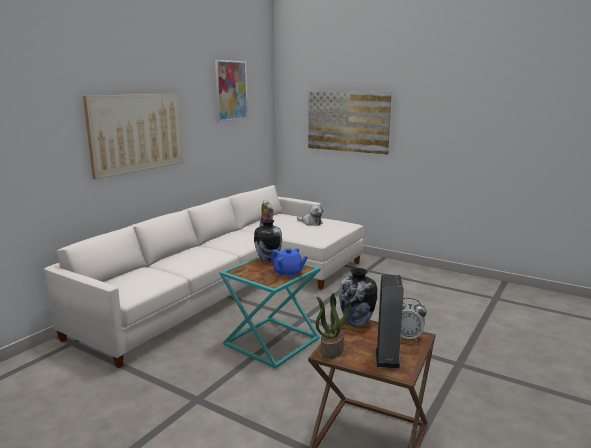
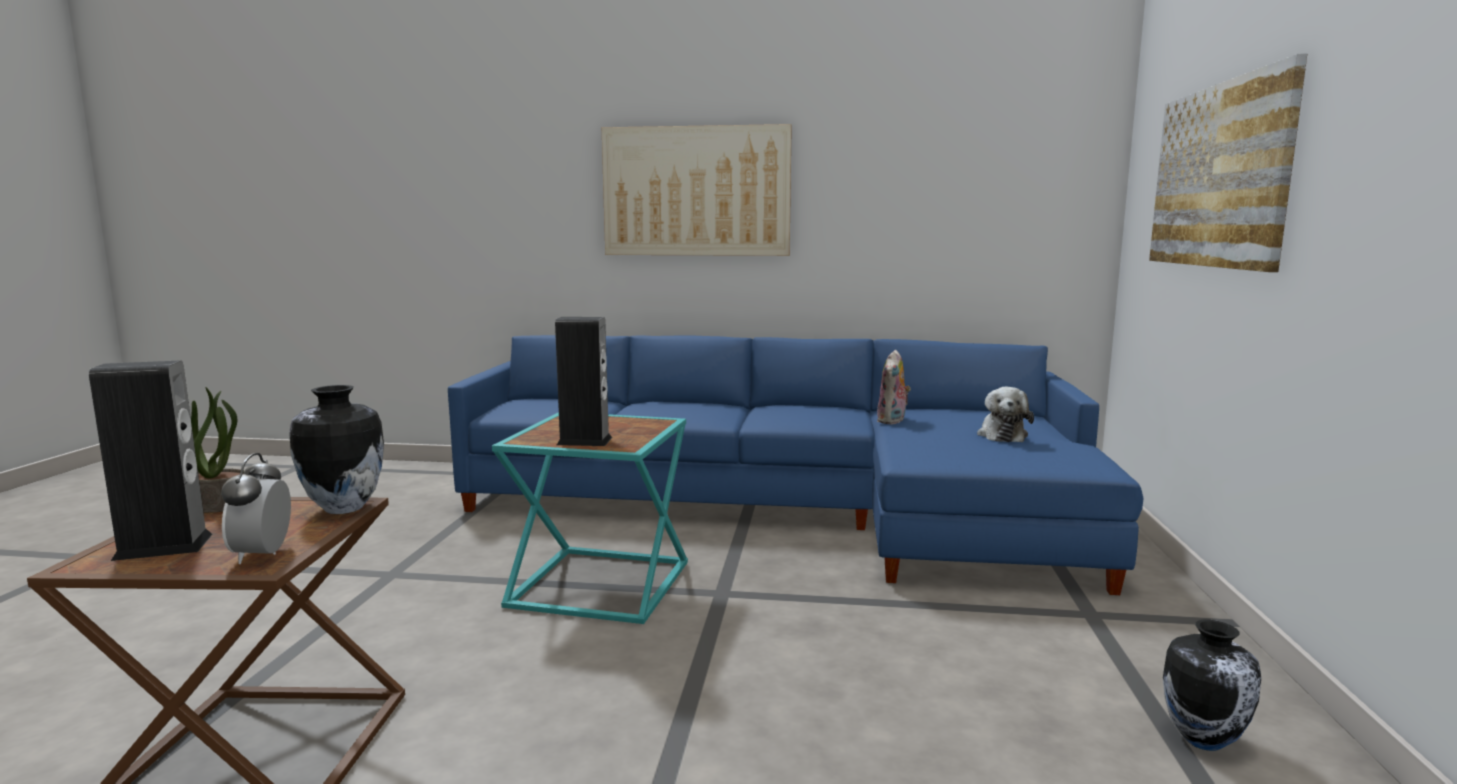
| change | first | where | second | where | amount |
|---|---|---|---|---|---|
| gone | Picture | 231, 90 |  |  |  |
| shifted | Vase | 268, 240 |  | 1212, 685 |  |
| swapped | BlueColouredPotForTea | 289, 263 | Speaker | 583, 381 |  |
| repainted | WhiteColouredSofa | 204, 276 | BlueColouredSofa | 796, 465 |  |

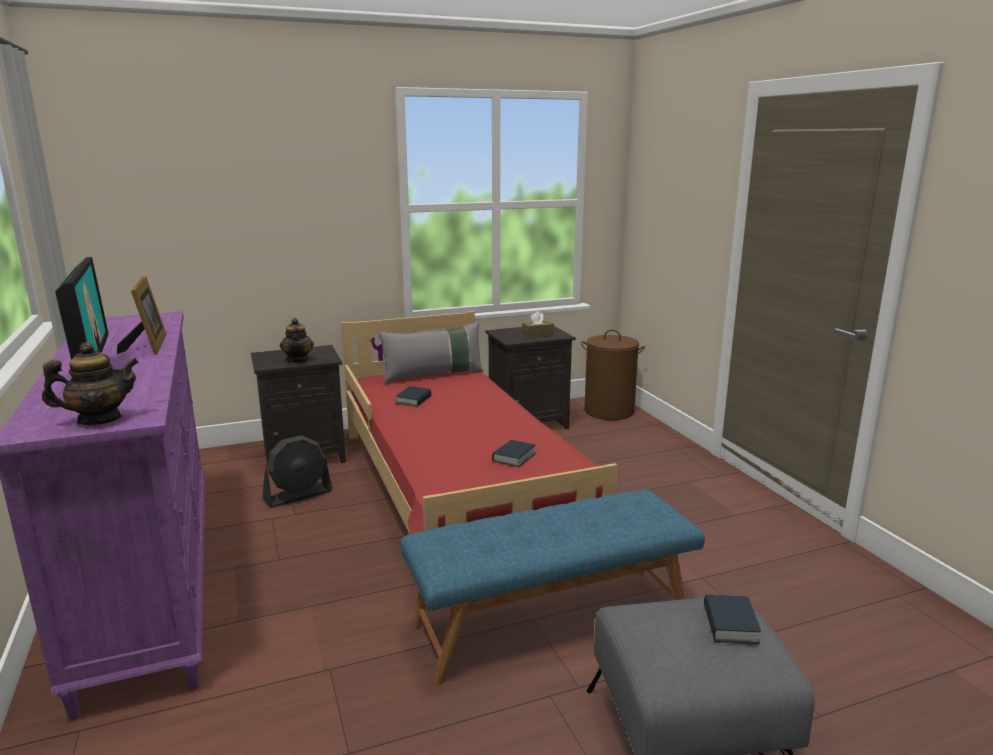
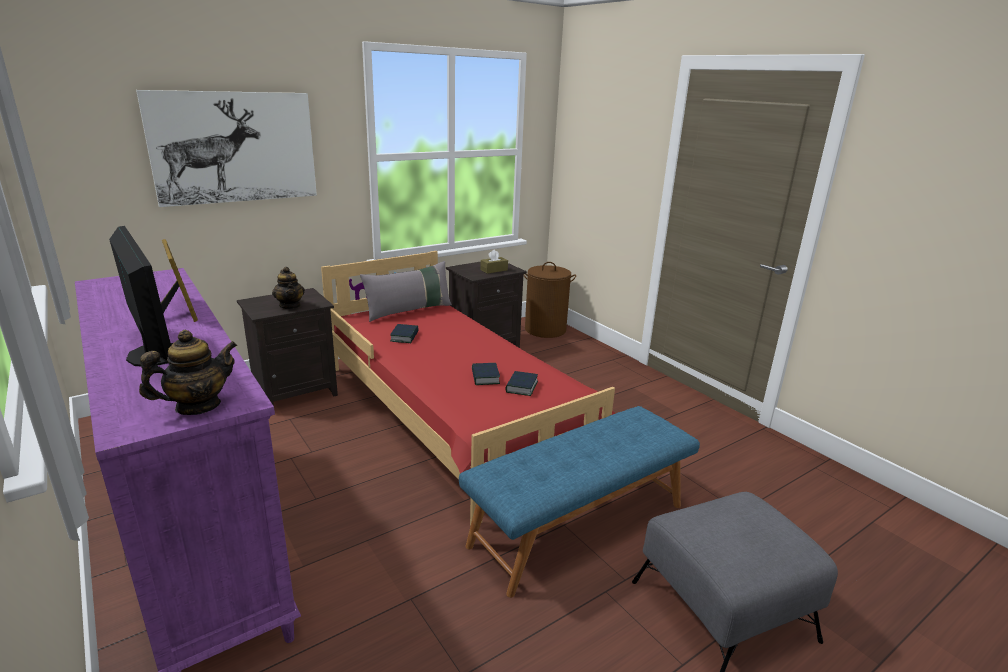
| change | first | where | second | where | amount |
|---|---|---|---|---|---|
| gone | BlackColouredCoolingFan | 297, 471 |  |  |  |
| new |  |  | Picture | 226, 148 |  |
| shifted | Book | 732, 619 |  | 486, 374 |  |

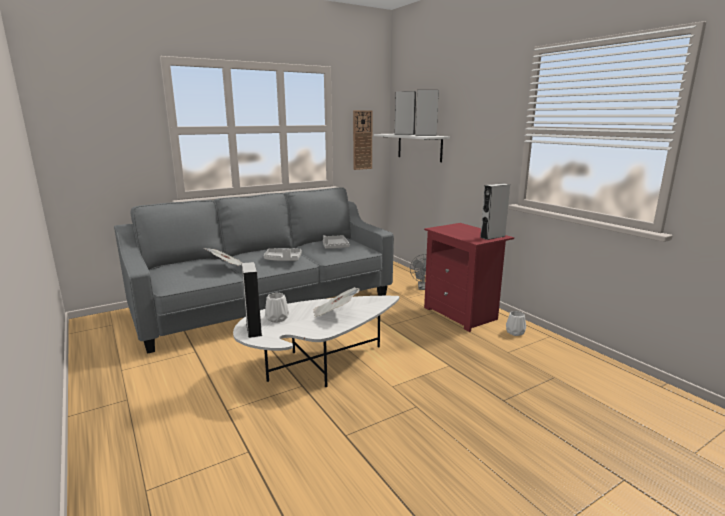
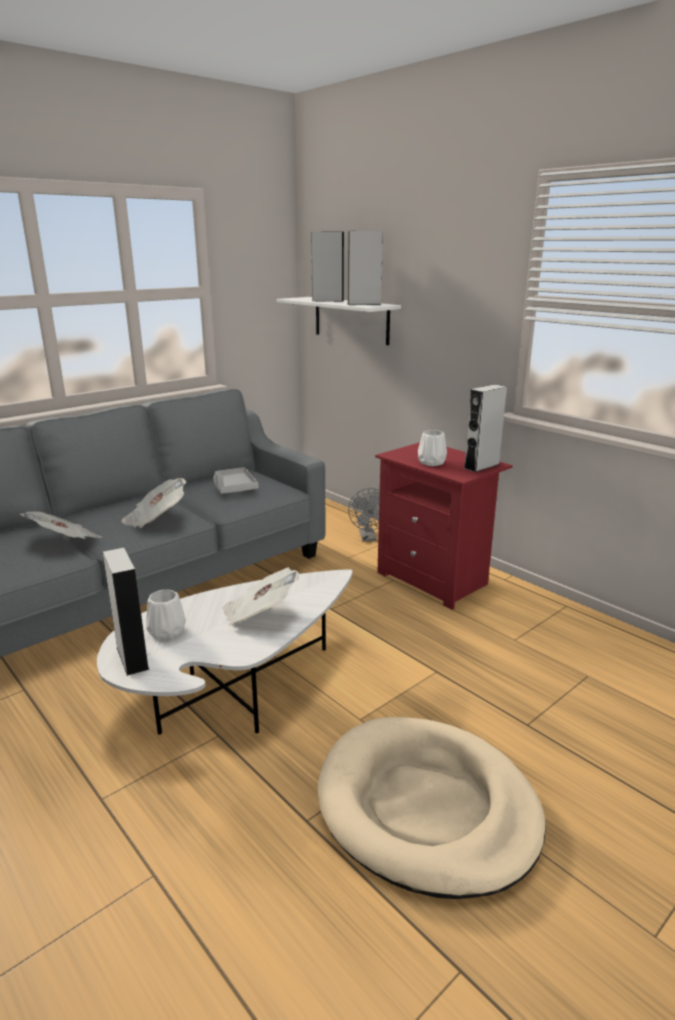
| change | first | where | second | where | amount |
|---|---|---|---|---|---|
| gone | WallClock | 363, 140 |  |  |  |
| new |  |  | BeigePetBed | 432, 808 |  |
| shifted | WhiteColouredVase | 516, 323 |  | 432, 448 |  |
| swapped | GreyishTray | 283, 254 | DailyPaper | 153, 503 |  |

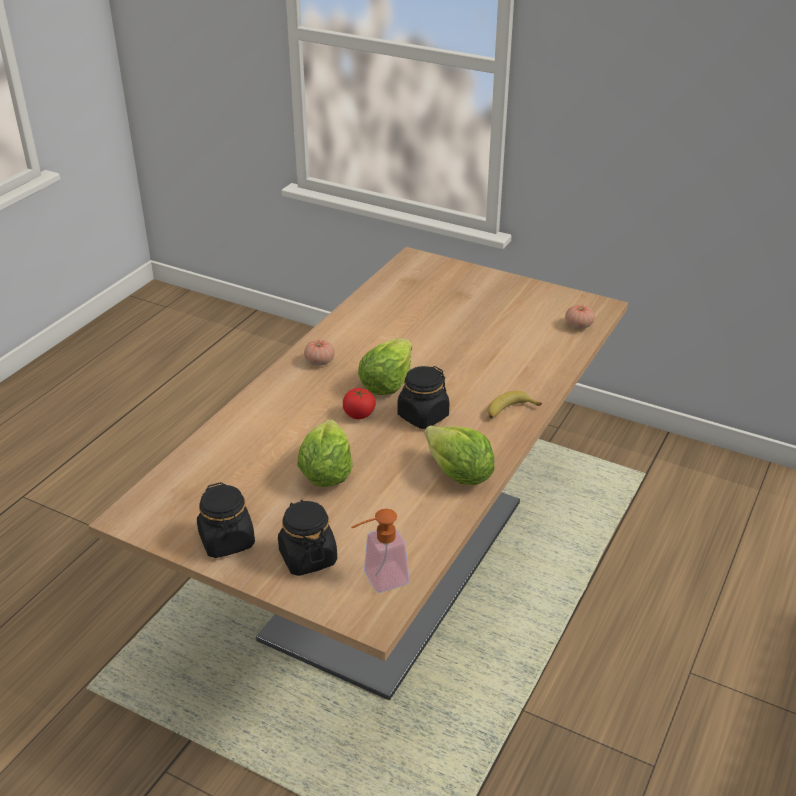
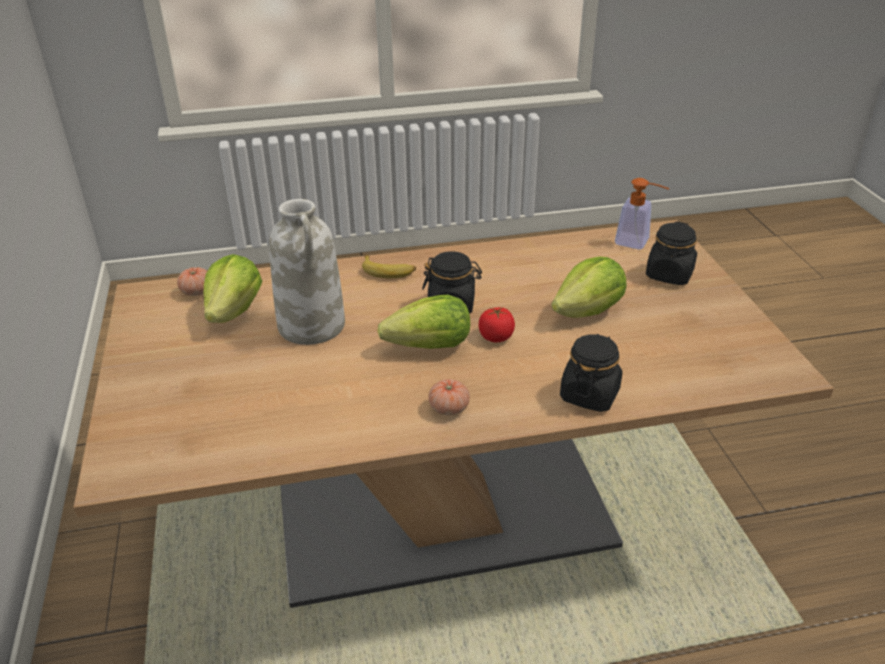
| change | first | where | second | where | amount |
|---|---|---|---|---|---|
| new |  |  | WhiteColouredVase | 307, 272 |  |
| shifted | BlackColouredStorageJar | 226, 520 |  | 591, 373 |  |
| shifted | LettuceHead | 460, 455 |  | 233, 288 |  |

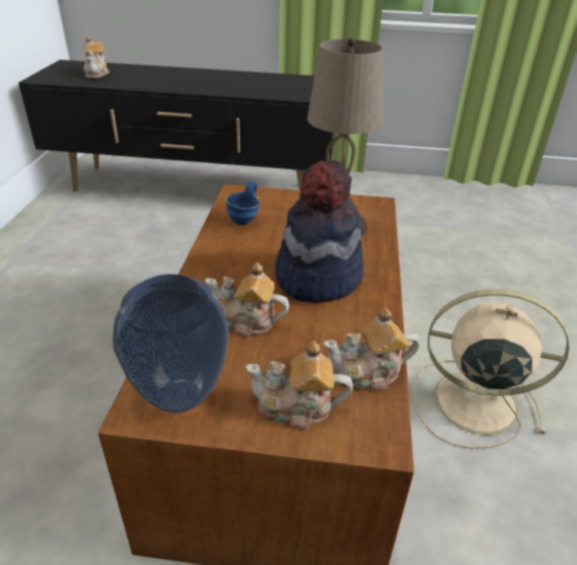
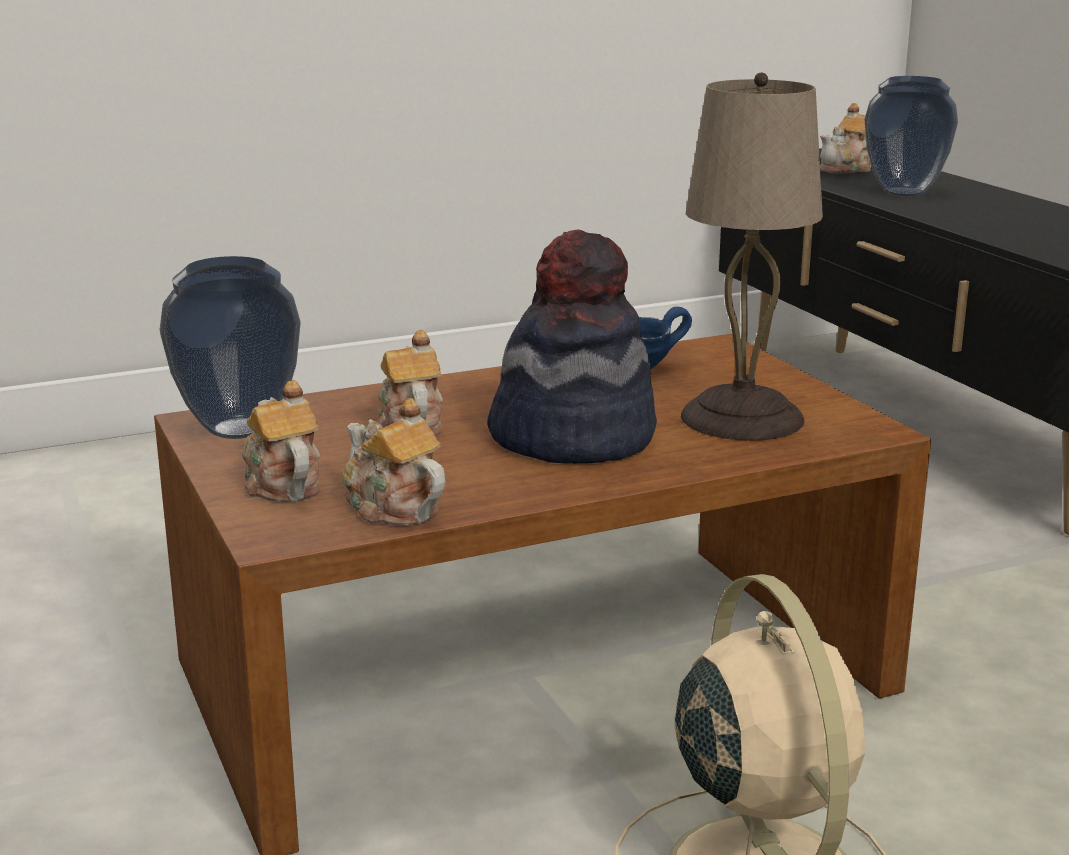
| change | first | where | second | where | amount |
|---|---|---|---|---|---|
| new |  |  | Vase | 911, 136 |  |

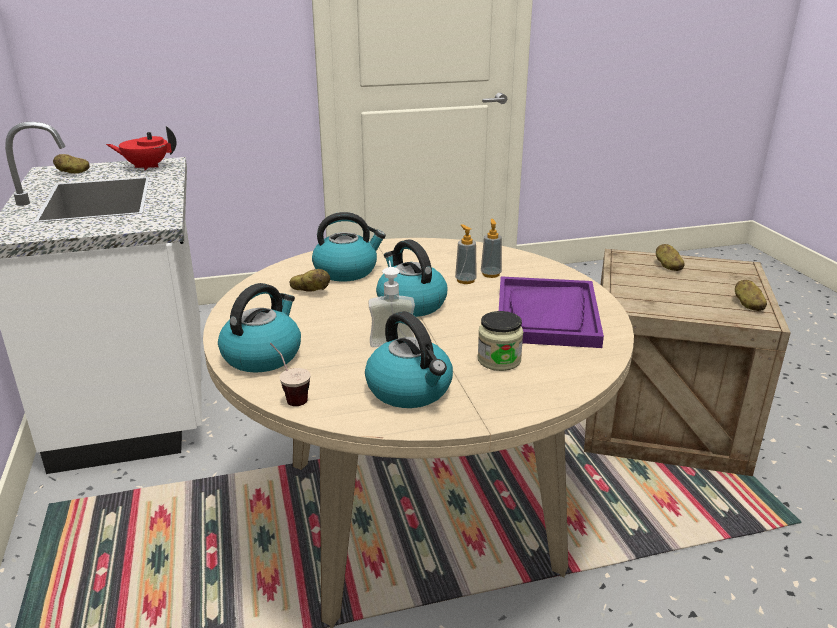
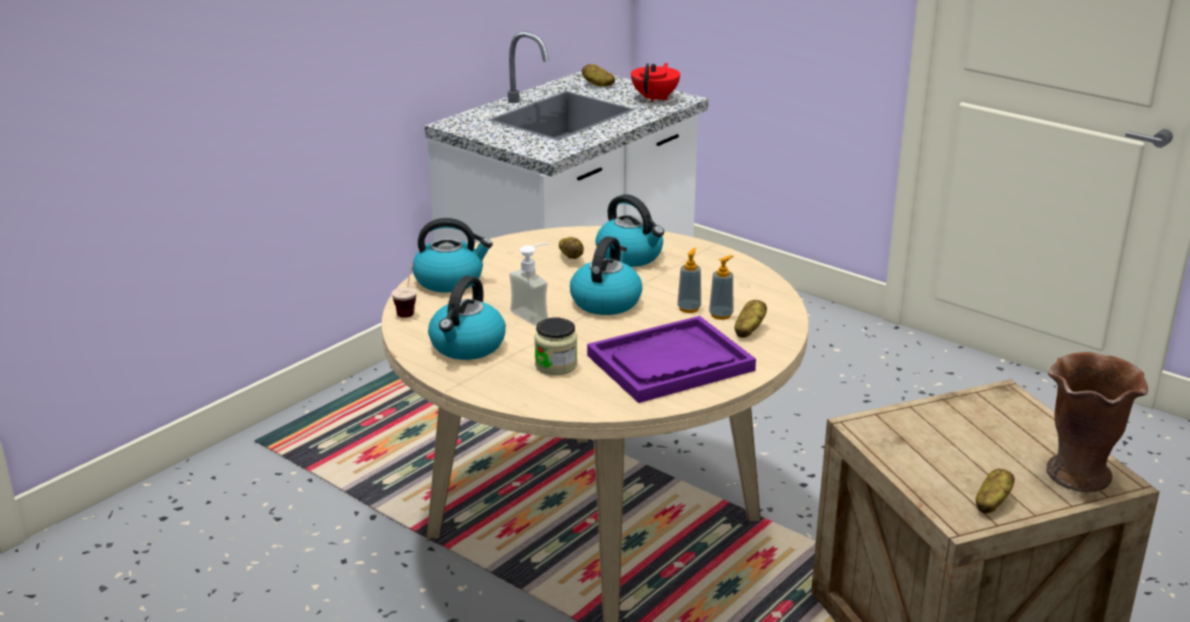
| change | first | where | second | where | amount |
|---|---|---|---|---|---|
| new |  |  | BrownishVase | 1097, 422 |  |
| shifted | WholePotato | 670, 257 |  | 750, 319 |  |
| rotated | RedPotForTea | 141, 148 |  | 655, 82 | 60 degrees clockwise |

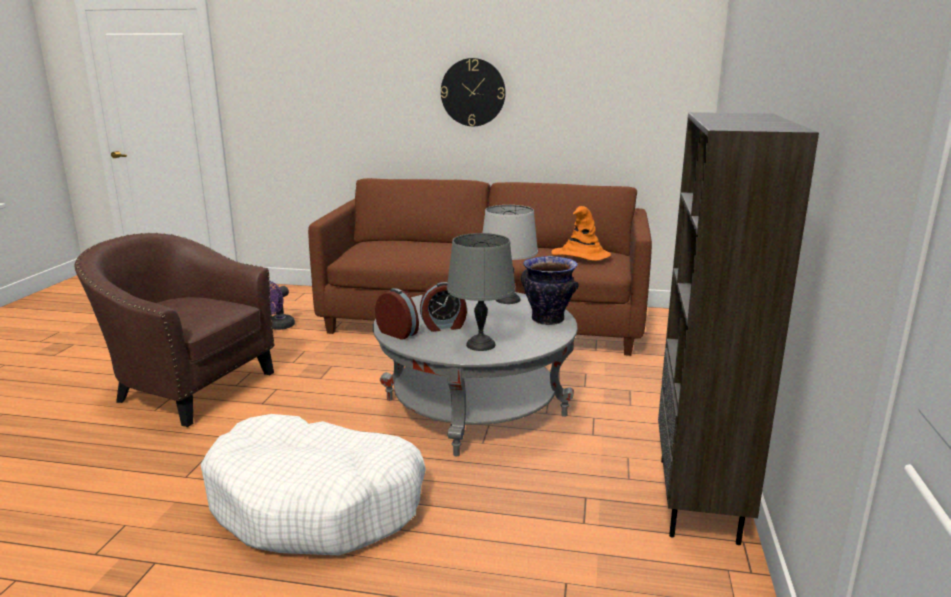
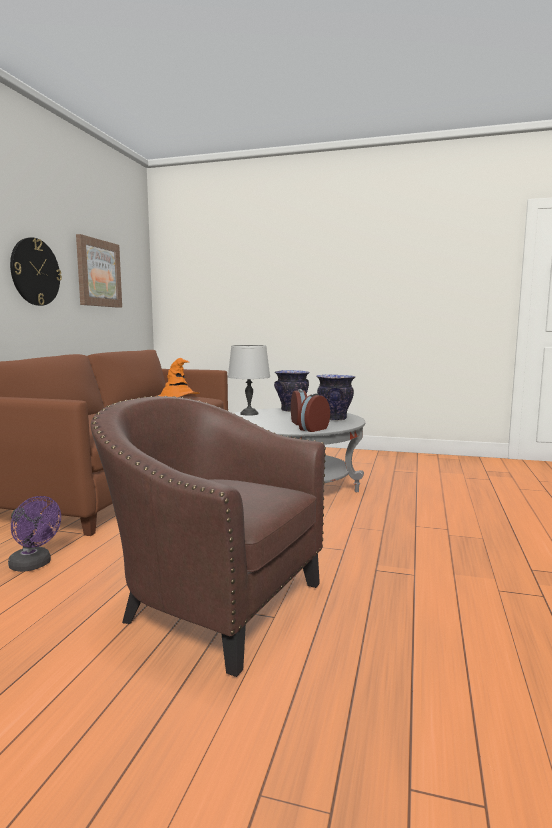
| change | first | where | second | where | amount |
|---|---|---|---|---|---|
| gone | WhiteColouredPetBed | 313, 484 |  |  |  |
| gone | BrownishBookshelf | 738, 328 |  |  |  |
| new |  |  | Picture | 99, 271 |  |
| swapped | GreyishTabletopLamp | 481, 292 | Vase | 335, 397 |  |
| rotated | BrownishEasyChair | 174, 330 |  | 208, 536 | 90 degrees clockwise |

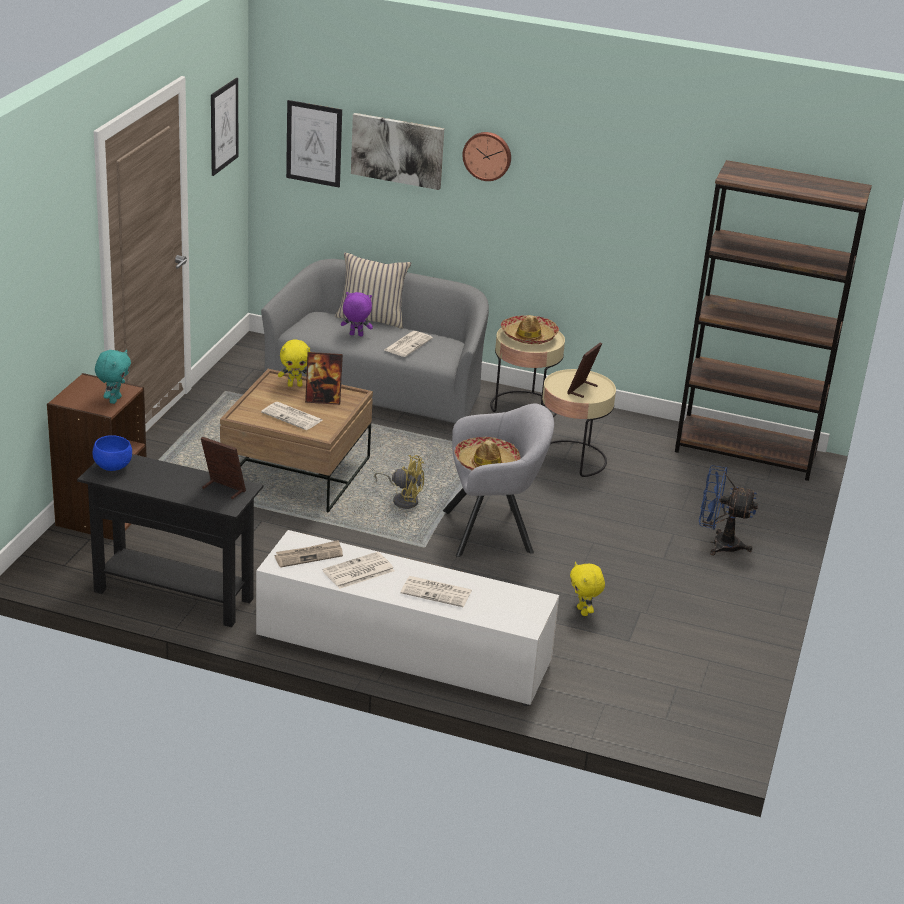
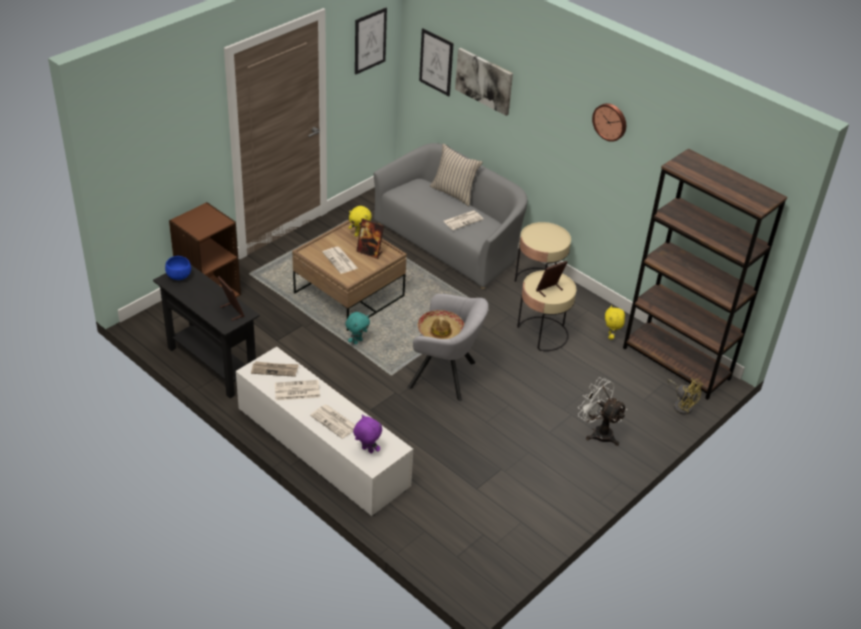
| change | first | where | second | where | amount |
|---|---|---|---|---|---|
| gone | WearableHat | 530, 329 |  |  |  |
| shifted | TurquoiseCuddlyToy | 113, 377 |  | 357, 328 |  |
| shifted | PurpleColouredCuddlyToy | 357, 314 |  | 367, 434 |  |
| shifted | YellowColouredCoolingFan | 399, 482 |  | 685, 396 |  |
| shifted | WallClock | 487, 156 |  | 609, 122 |  |
| shifted | YellowColouredCuddlyToy | 587, 589 |  | 615, 322 |  |
| repainted | BlueColouredCoolingFan | 728, 510 | WhiteColouredCoolingFan | 602, 411 |  |

